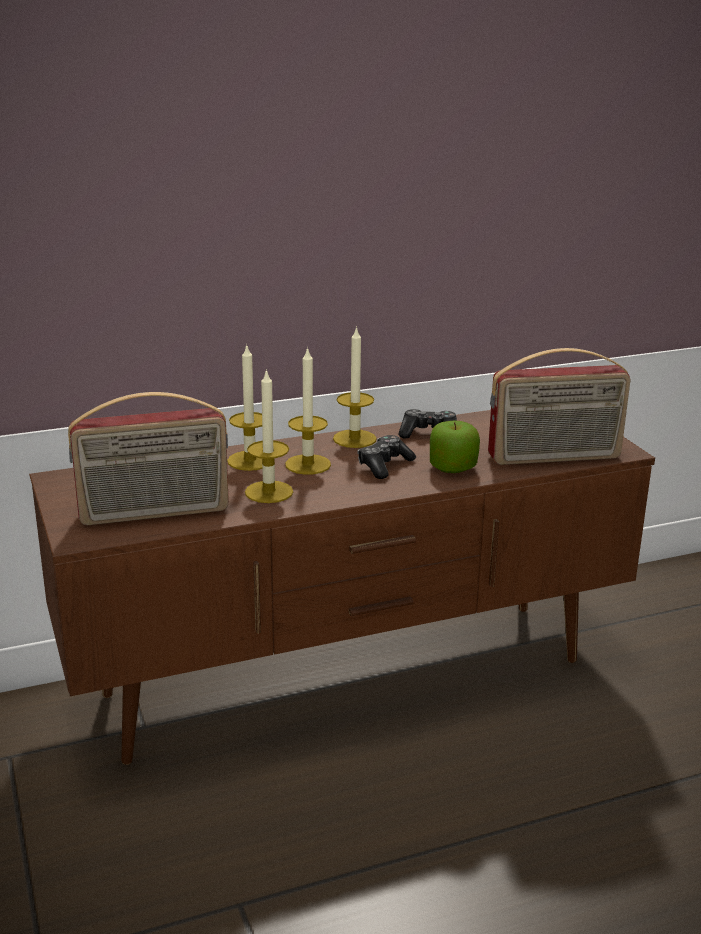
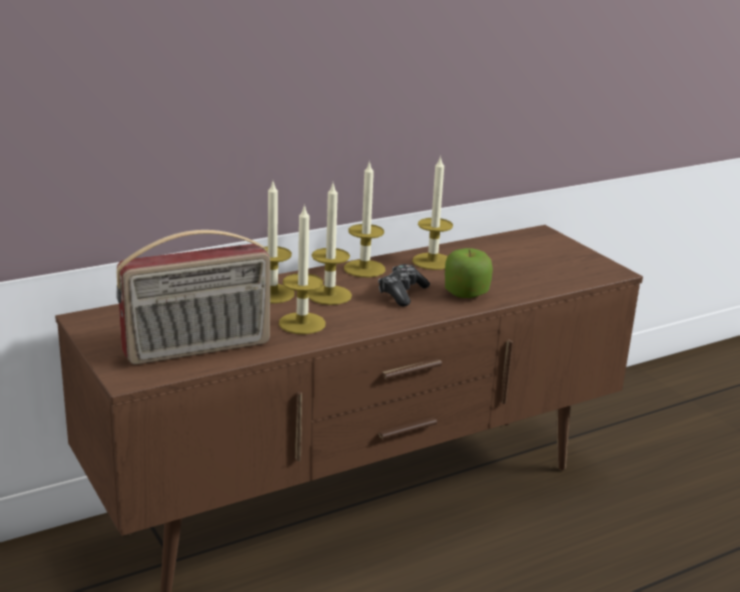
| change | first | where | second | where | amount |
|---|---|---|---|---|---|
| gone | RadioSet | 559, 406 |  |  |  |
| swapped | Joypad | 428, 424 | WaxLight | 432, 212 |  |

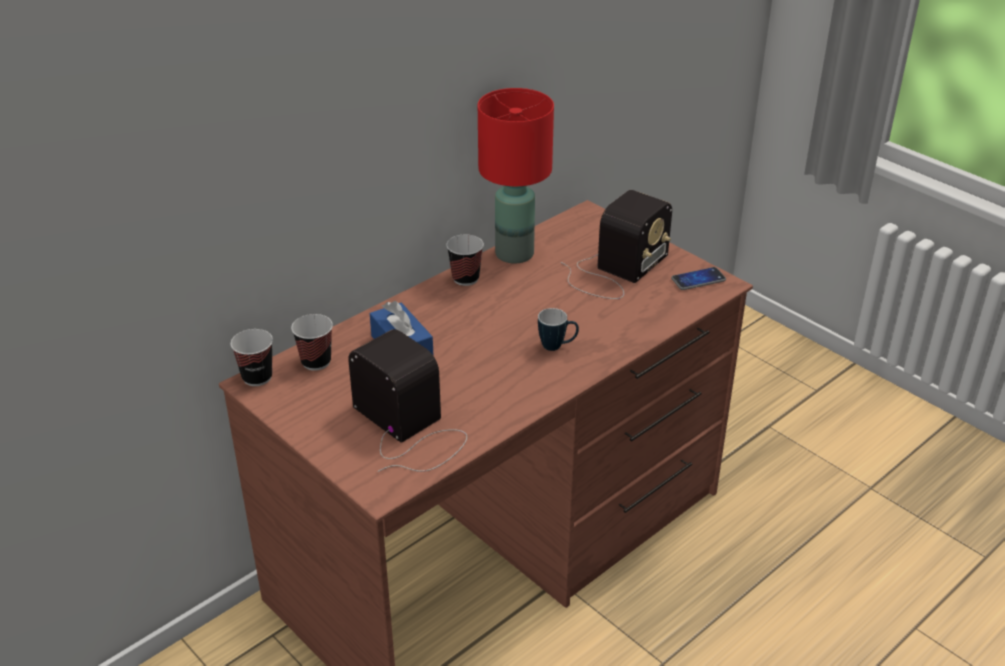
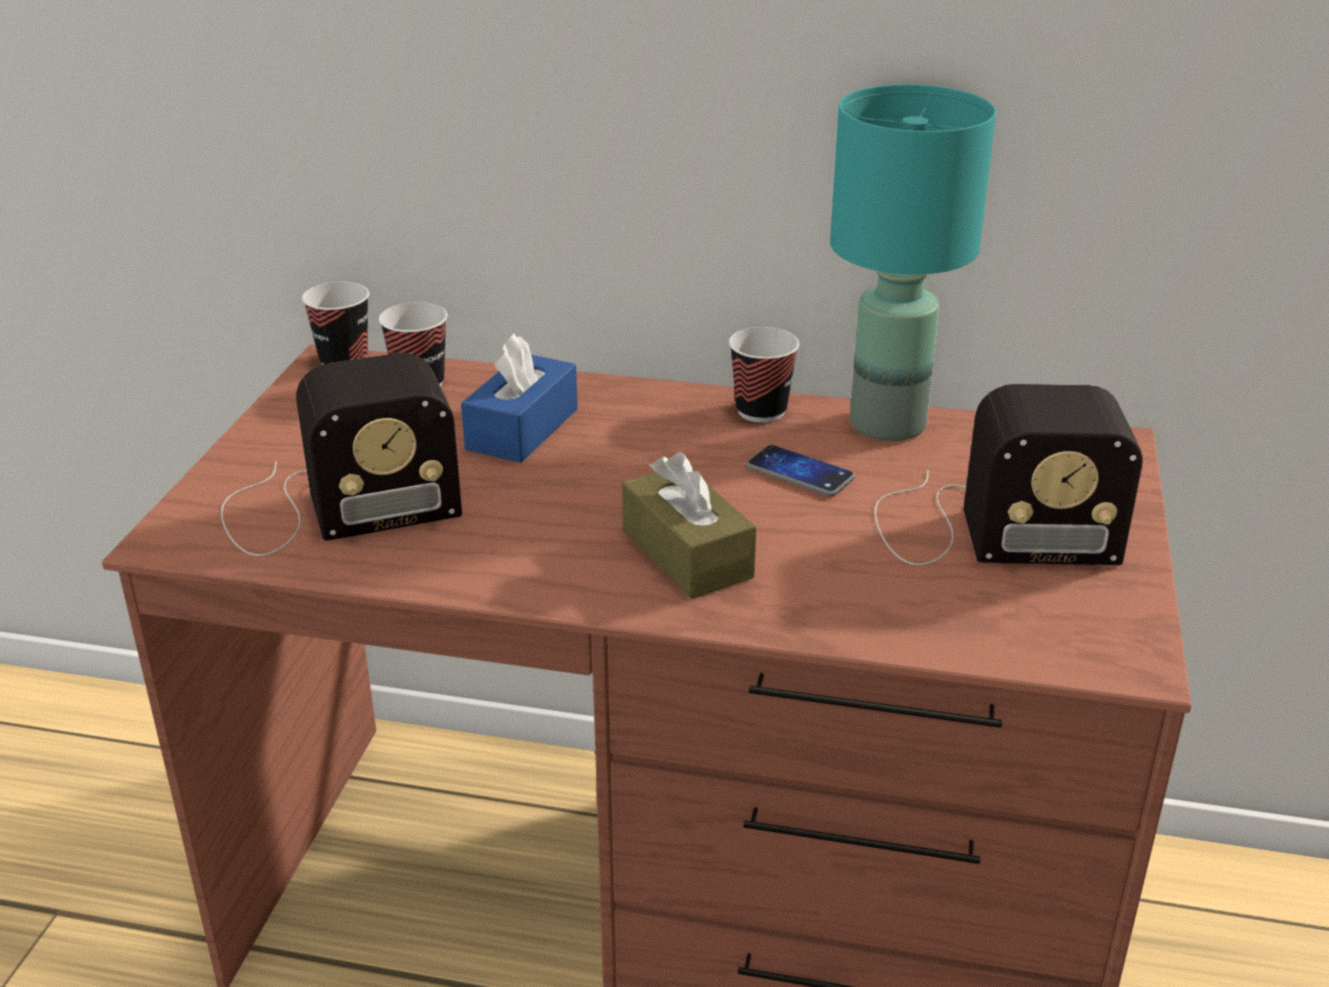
| change | first | where | second | where | amount |
|---|---|---|---|---|---|
| shifted | Handset | 698, 278 |  | 800, 470 |  |
| swapped | TeaMug | 558, 329 | BrownishBoxOfTissues | 689, 525 |  |
| repainted | RedTabletopLamp | 516, 176 | TurquoiseTabletopLamp | 913, 262 |  |
| rotated | RadioSet | 408, 400 |  | 341, 454 | 60 degrees clockwise |

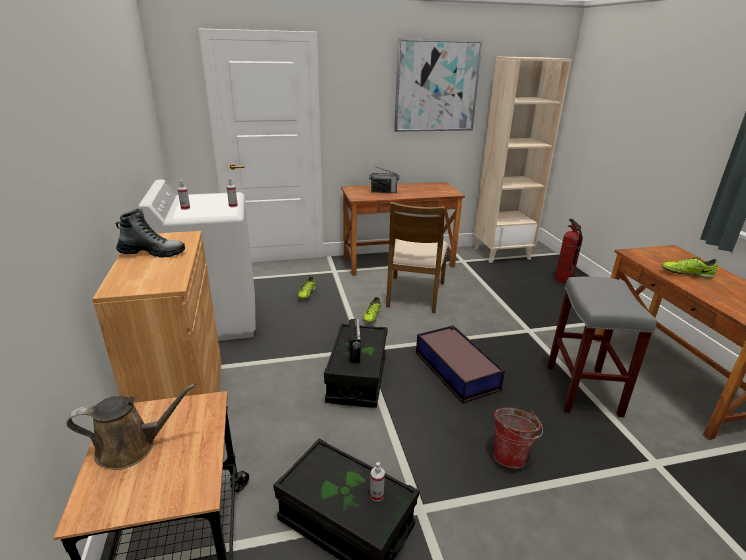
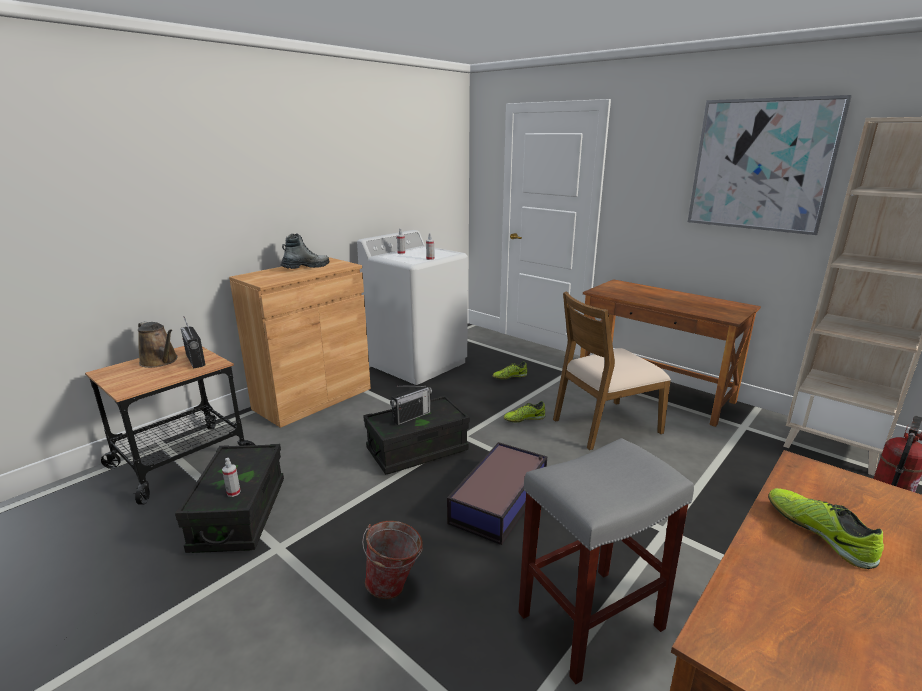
| change | first | where | second | where | amount |
|---|---|---|---|---|---|
| shifted | RadioSet | 384, 179 |  | 193, 342 |  |
| rotated | TallBoot | 150, 233 |  | 304, 251 | 90 degrees counterclockwise |

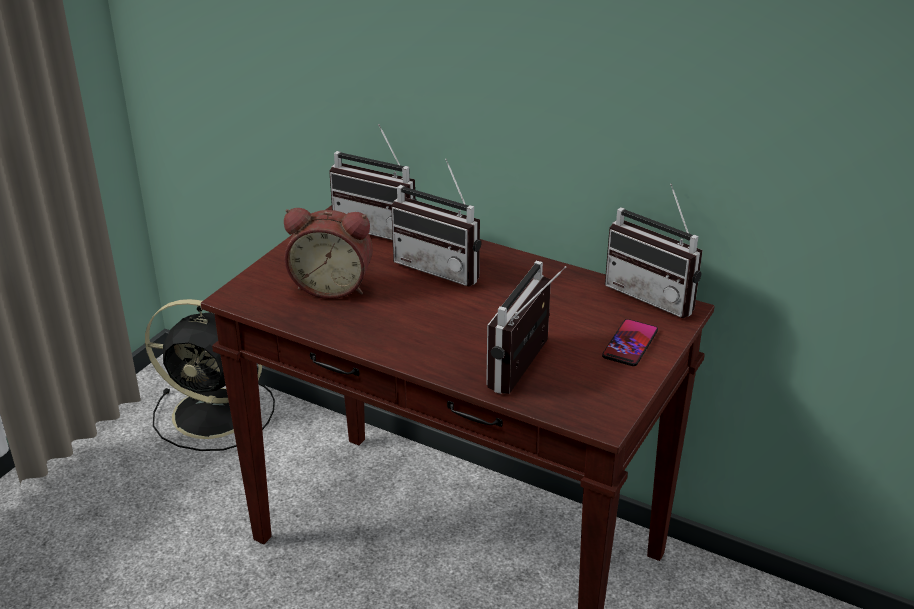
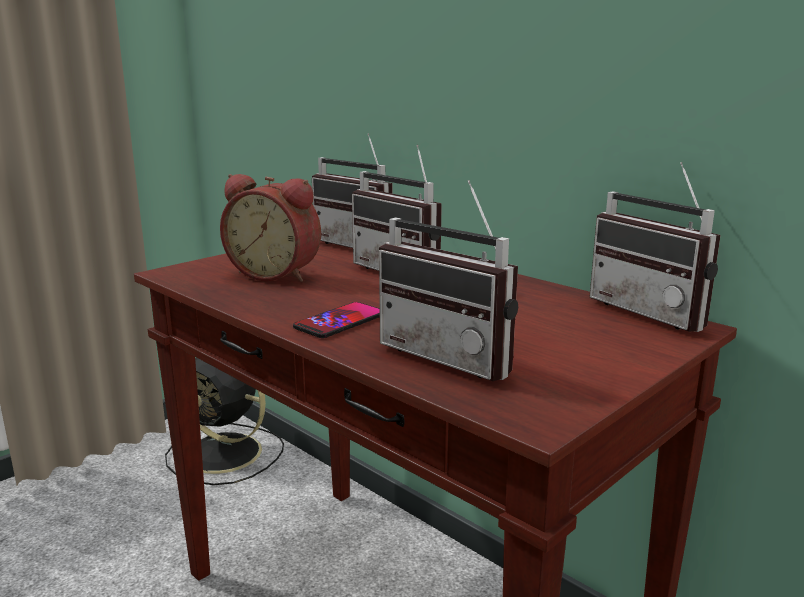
| change | first | where | second | where | amount |
|---|---|---|---|---|---|
| shifted | Handset | 630, 342 |  | 336, 320 |  |
| rotated | RadioSet | 526, 327 |  | 448, 280 | 90 degrees counterclockwise |

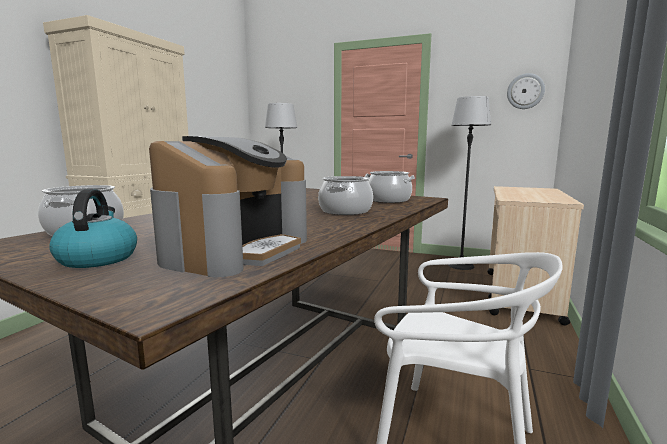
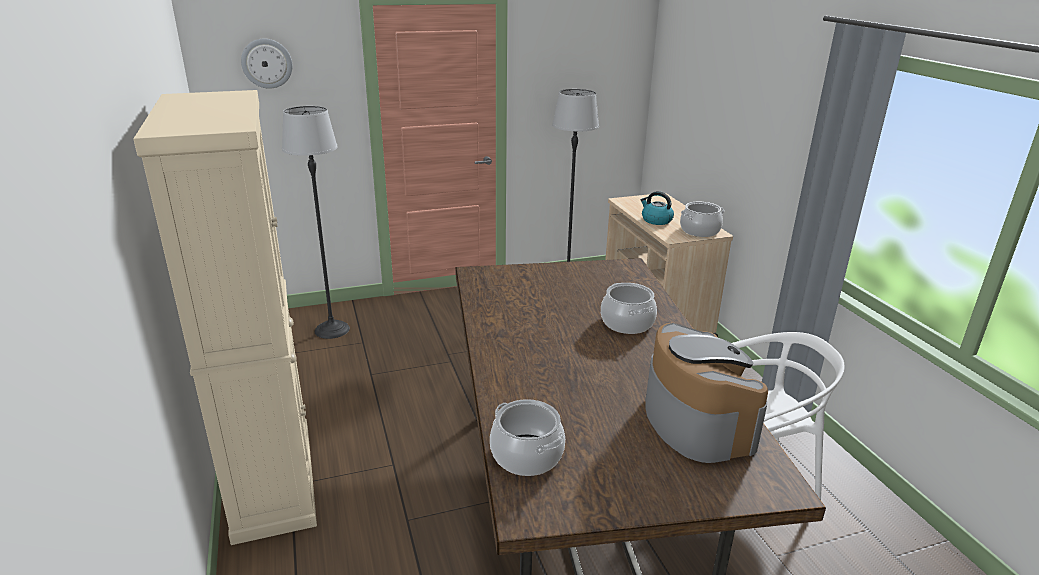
| change | first | where | second | where | amount |
|---|---|---|---|---|---|
| shifted | WaterKettle | 93, 228 |  | 657, 208 |  |
| shifted | Saucepot | 390, 187 |  | 702, 219 |  |
| shifted | WallClock | 526, 91 |  | 266, 64 |  |

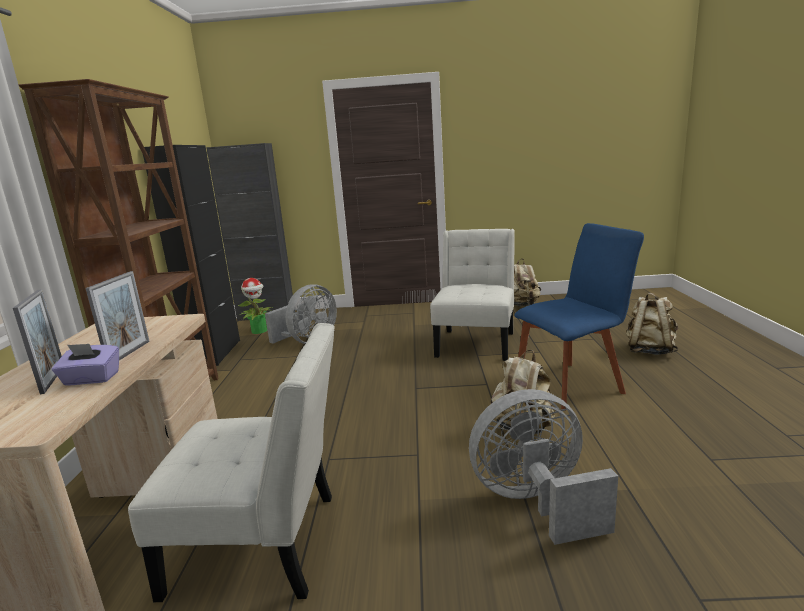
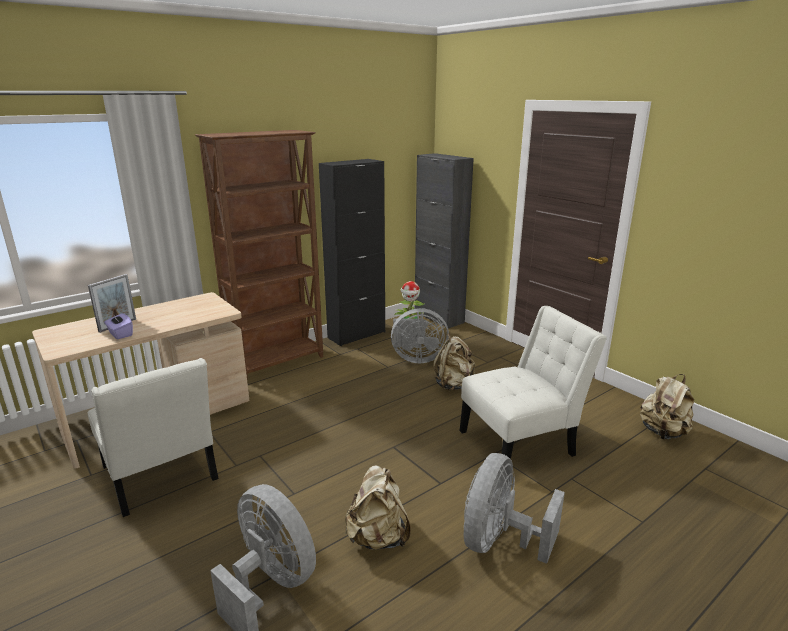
| change | first | where | second | where | amount |
|---|---|---|---|---|---|
| gone | PictureFrame | 117, 315 |  |  |  |
| shifted | BeigeKnapsack | 652, 324 |  | 454, 362 |  |
| swapped | BlueColouredPlainChair | 579, 317 | GreyishCoolingFan | 514, 508 |  |

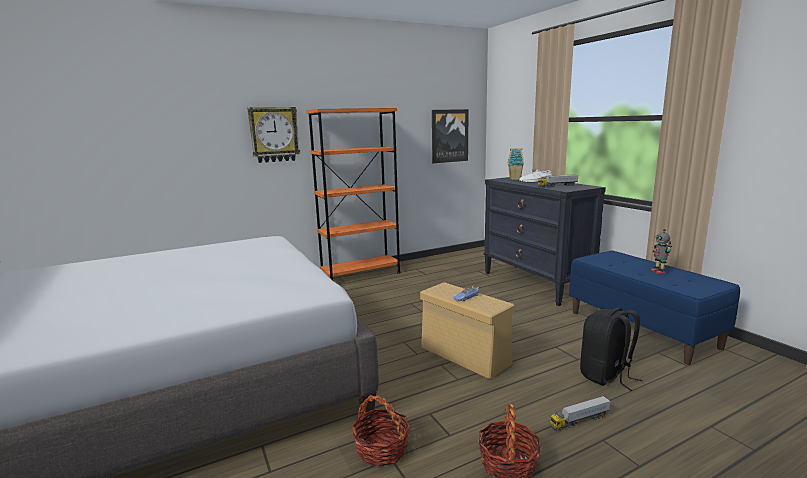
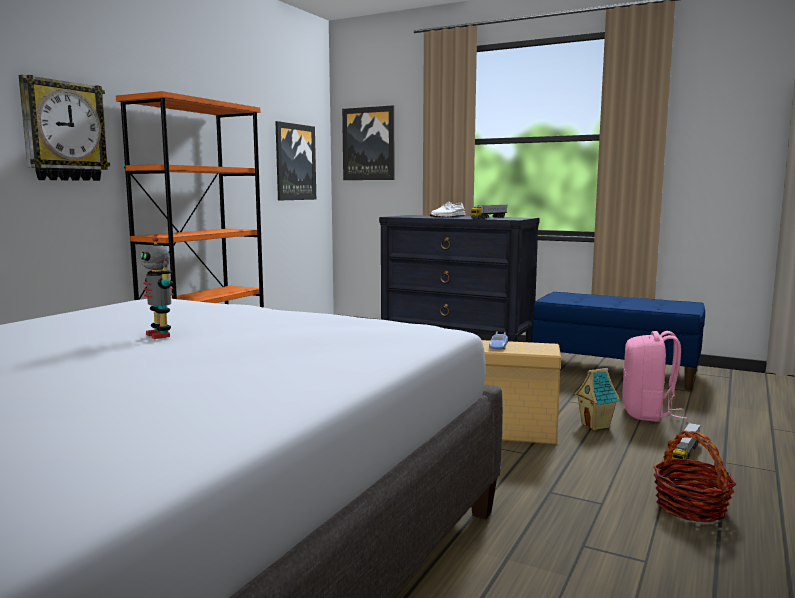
| change | first | where | second | where | amount |
|---|---|---|---|---|---|
| gone | StorageBasket | 381, 431 |  |  |  |
| new |  |  | Picture | 368, 142 |  |
| shifted | ModelHouse | 516, 164 |  | 597, 399 |  |
| shifted | ModelRobot | 661, 251 |  | 157, 287 |  |
| repainted | BlackColouredKnapsack | 611, 349 | PinkKnapsack | 654, 376 |  |

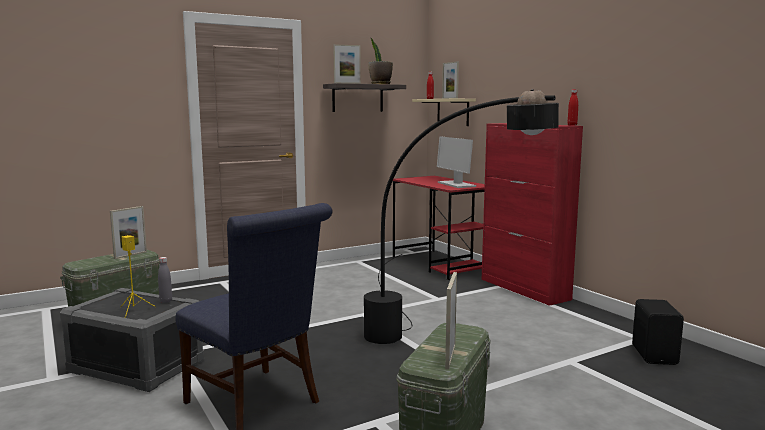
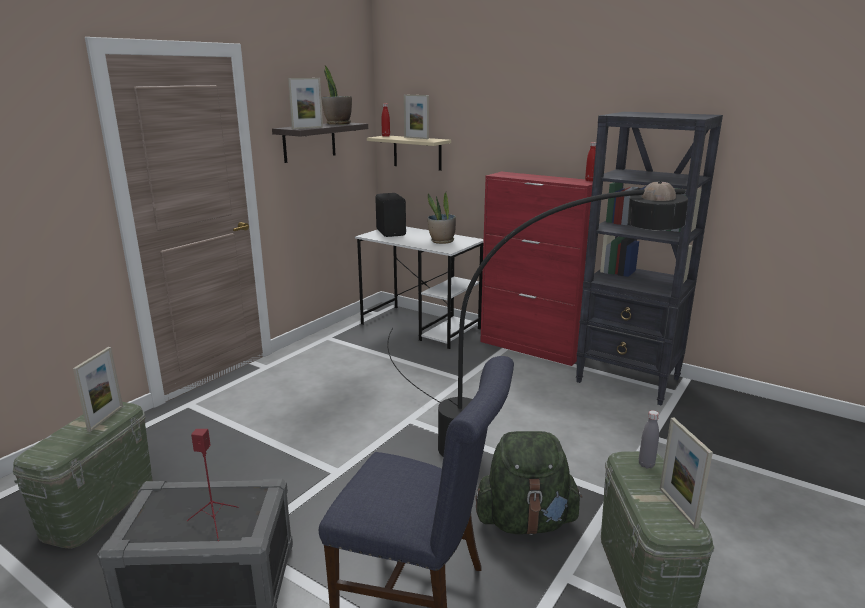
| change | first | where | second | where | amount |
|---|---|---|---|---|---|
| new |  |  | GreenishKnapsack | 528, 483 |  |
| new |  |  | BlackColouredBookshelf | 649, 259 |  |
| shifted | GreyishDrinkBottle | 165, 280 |  | 649, 439 |  |
| shifted | BlackColouredSpeaker | 658, 332 |  | 390, 215 |  |
| swapped | Monitor | 456, 162 | PottedPlant | 442, 218 |  |
| repainted | YellowColouredSpeaker | 138, 276 | RedSpeaker | 212, 485 |  |
| repainted | RedDeskUnit | 439, 228 | WhiteColouredDeskUnit | 419, 288 |  |

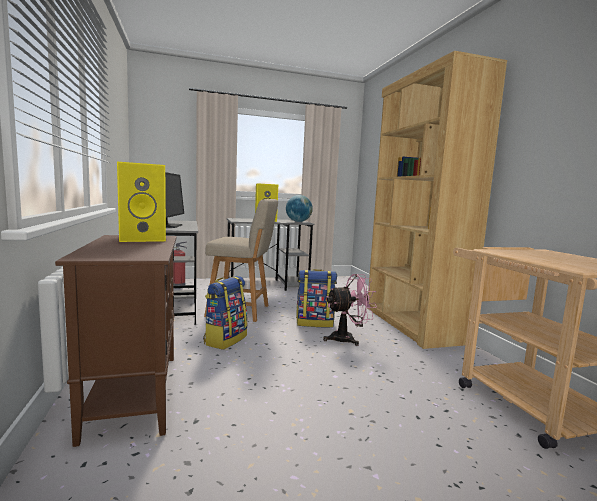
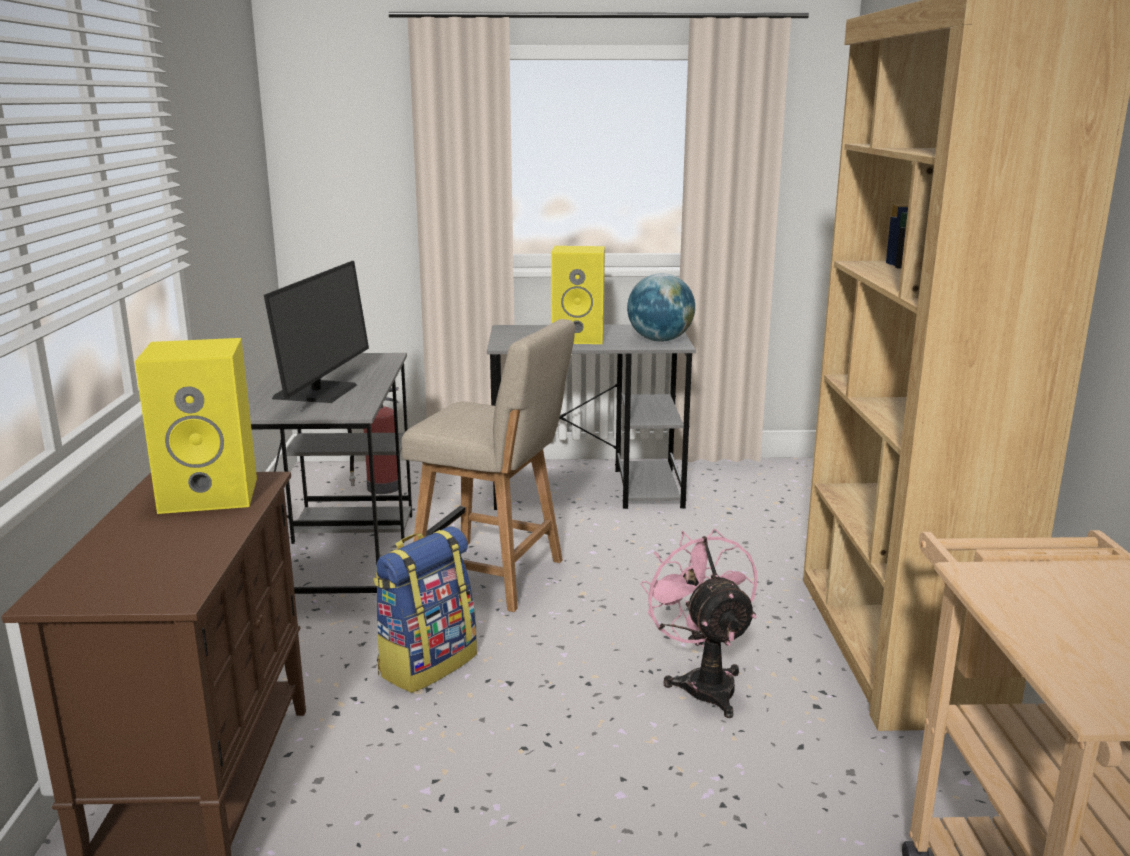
| change | first | where | second | where | amount |
|---|---|---|---|---|---|
| gone | Knapsack | 316, 298 |  |  |  |
| rotated | PinkCoolingFan | 350, 310 |  | 698, 623 | 105 degrees counterclockwise |

